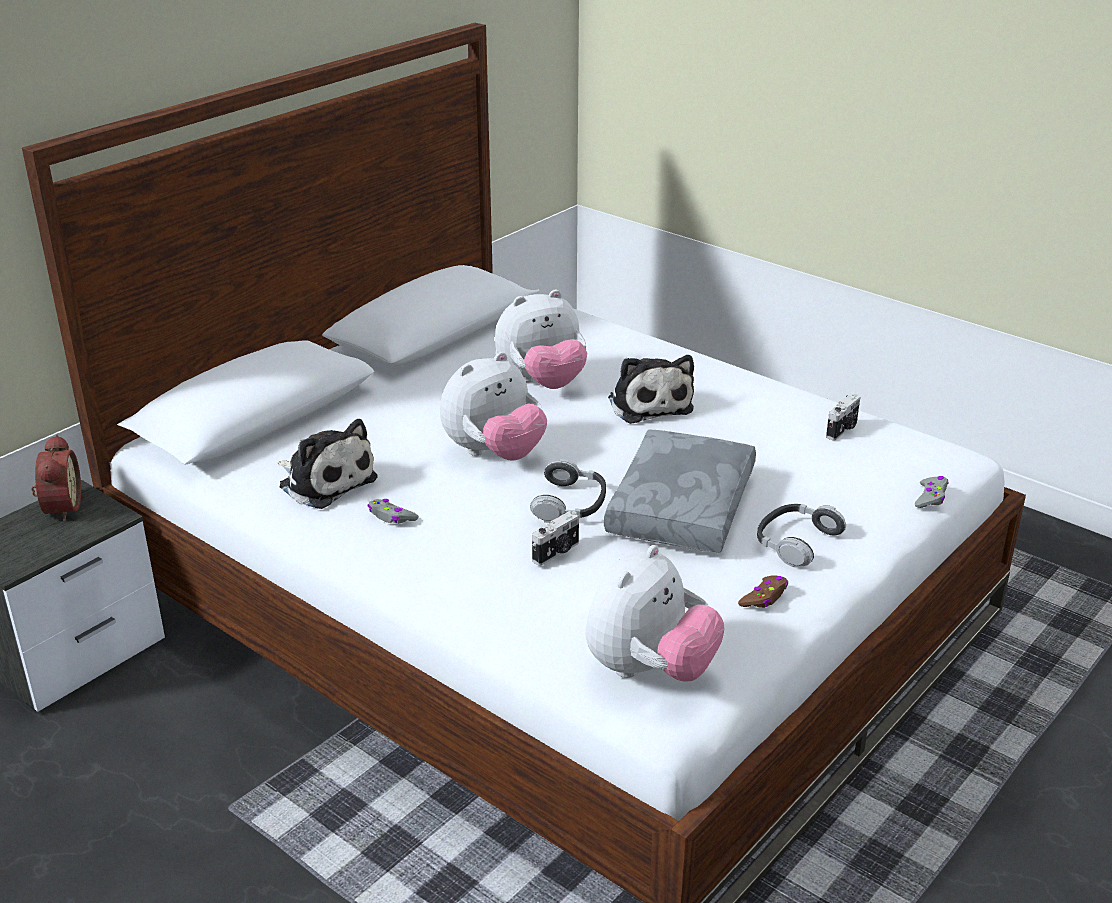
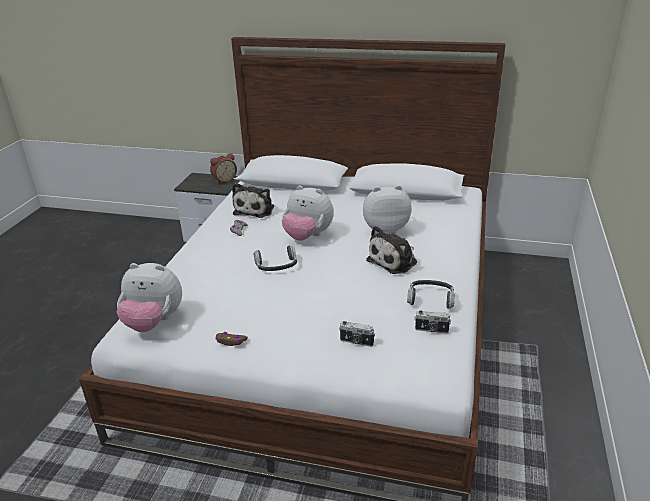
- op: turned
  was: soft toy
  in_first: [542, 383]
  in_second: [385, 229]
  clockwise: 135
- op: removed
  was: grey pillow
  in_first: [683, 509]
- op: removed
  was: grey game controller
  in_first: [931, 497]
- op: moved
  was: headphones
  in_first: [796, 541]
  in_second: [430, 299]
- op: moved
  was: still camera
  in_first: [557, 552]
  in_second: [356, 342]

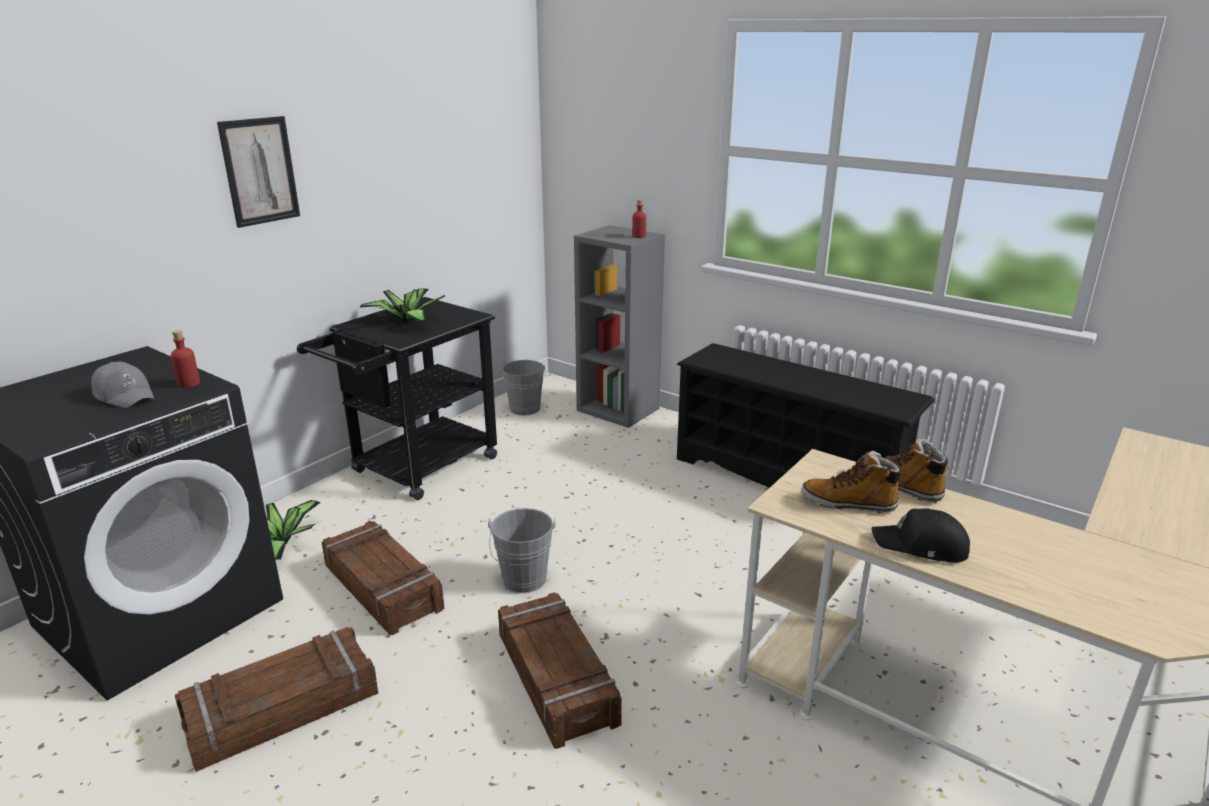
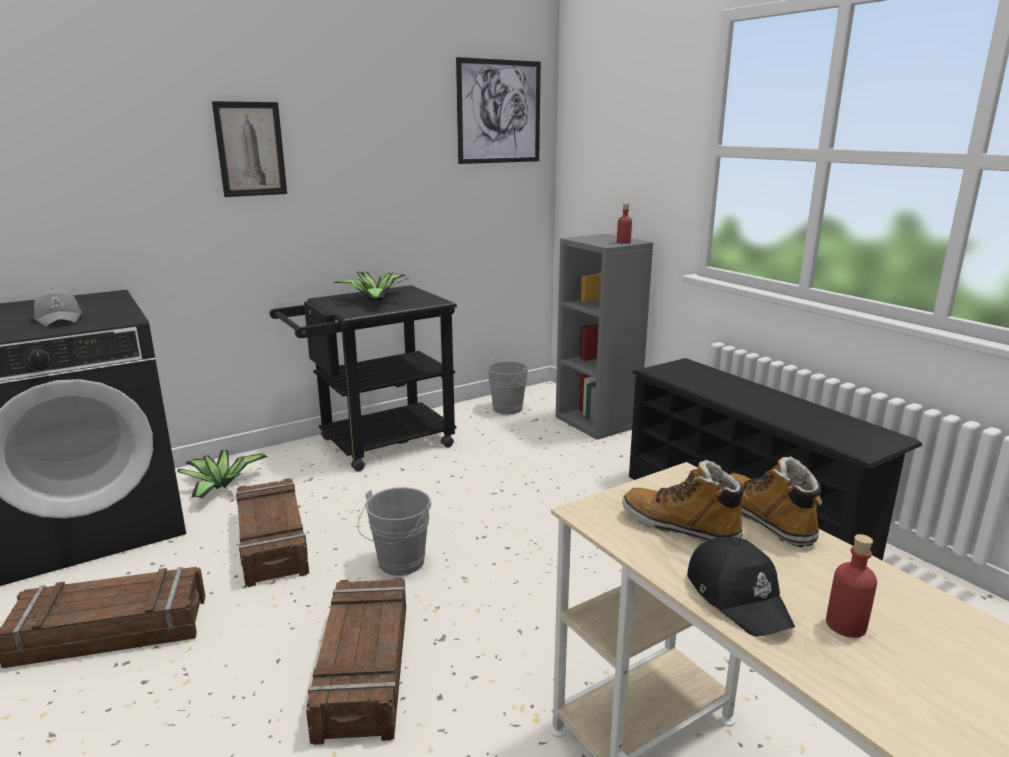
- op: moved
  was: reddish beverage bottle
  in_first: [189, 383]
  in_second: [846, 625]
- op: turned
  was: black cap
  in_first: [921, 546]
  in_second: [738, 596]
  clockwise: -150
- op: added
  now: wall picture
  in_second: [499, 112]

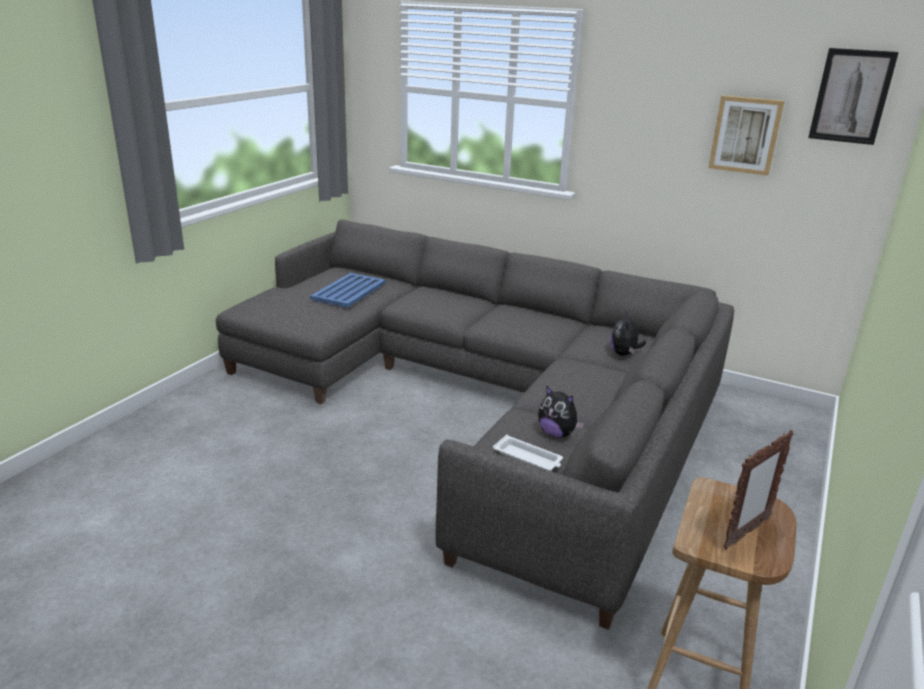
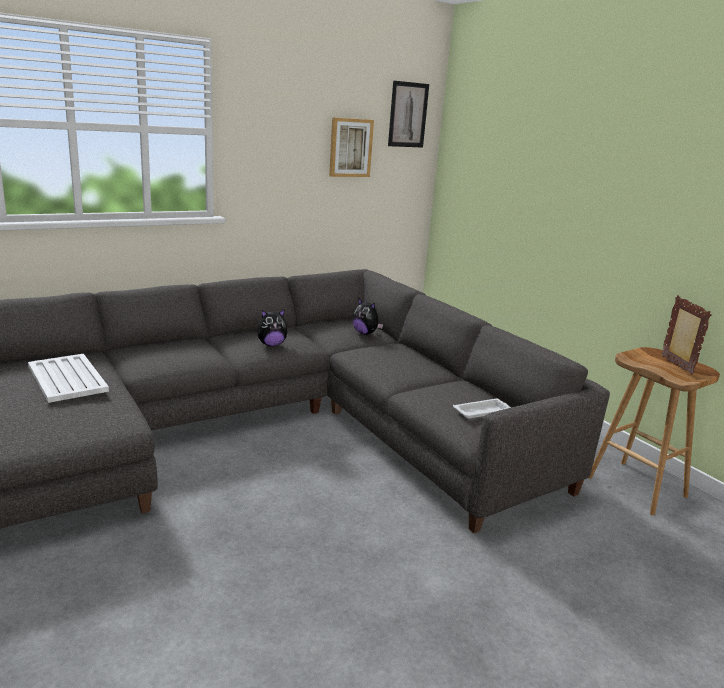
- op: recoloured
  was: blue-coloured tray
  now: white tray
  in_first: [348, 291]
  in_second: [67, 379]
- op: moved
  was: soft toy
  in_first: [557, 433]
  in_second: [271, 344]

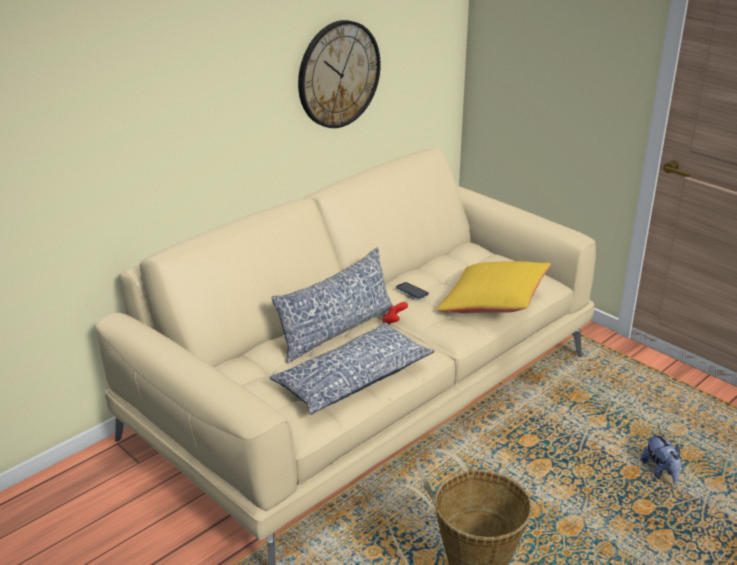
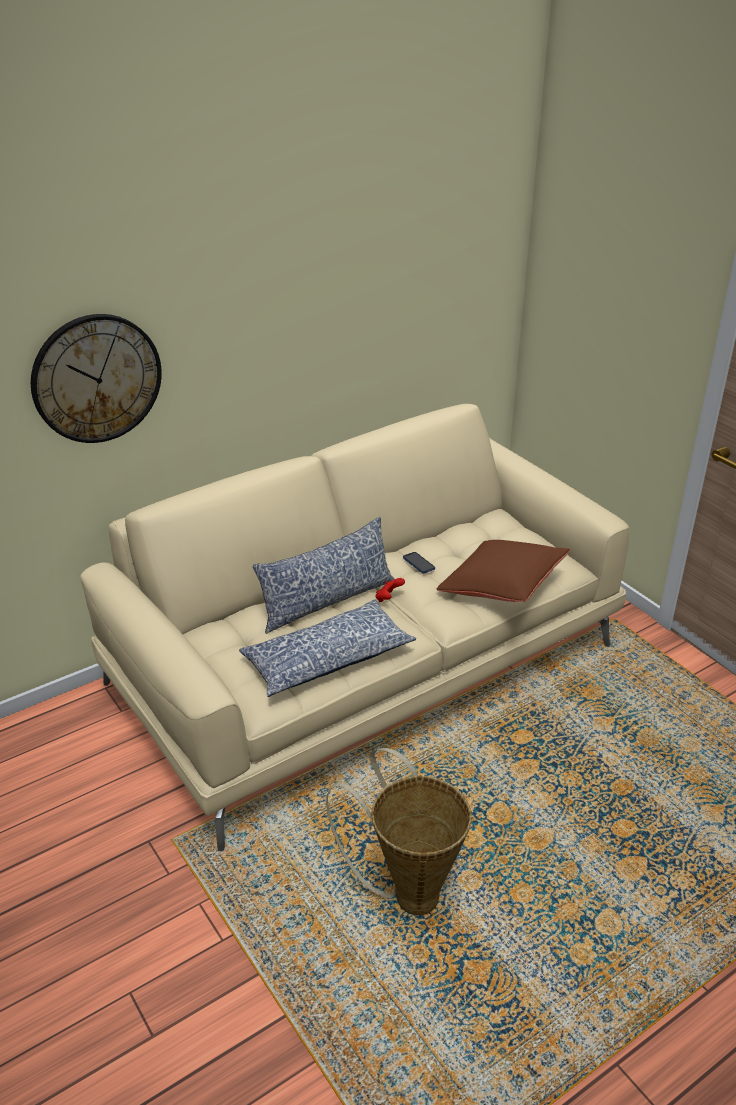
- op: moved
  was: wall clock
  in_first: [338, 74]
  in_second: [96, 378]
- op: recoloured
  was: yellow pillow
  now: brown pillow
  in_first: [493, 303]
  in_second: [502, 586]
- op: removed
  was: soft toy
  in_first: [660, 471]

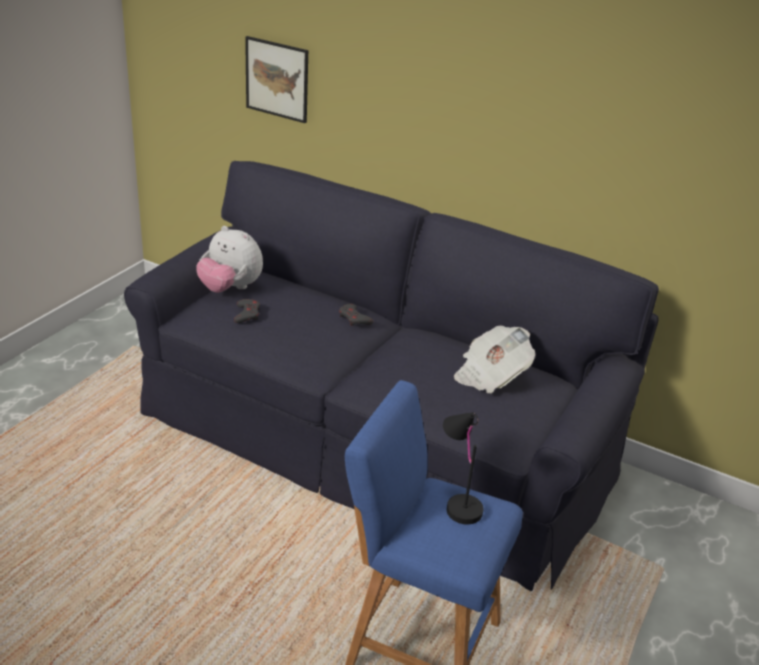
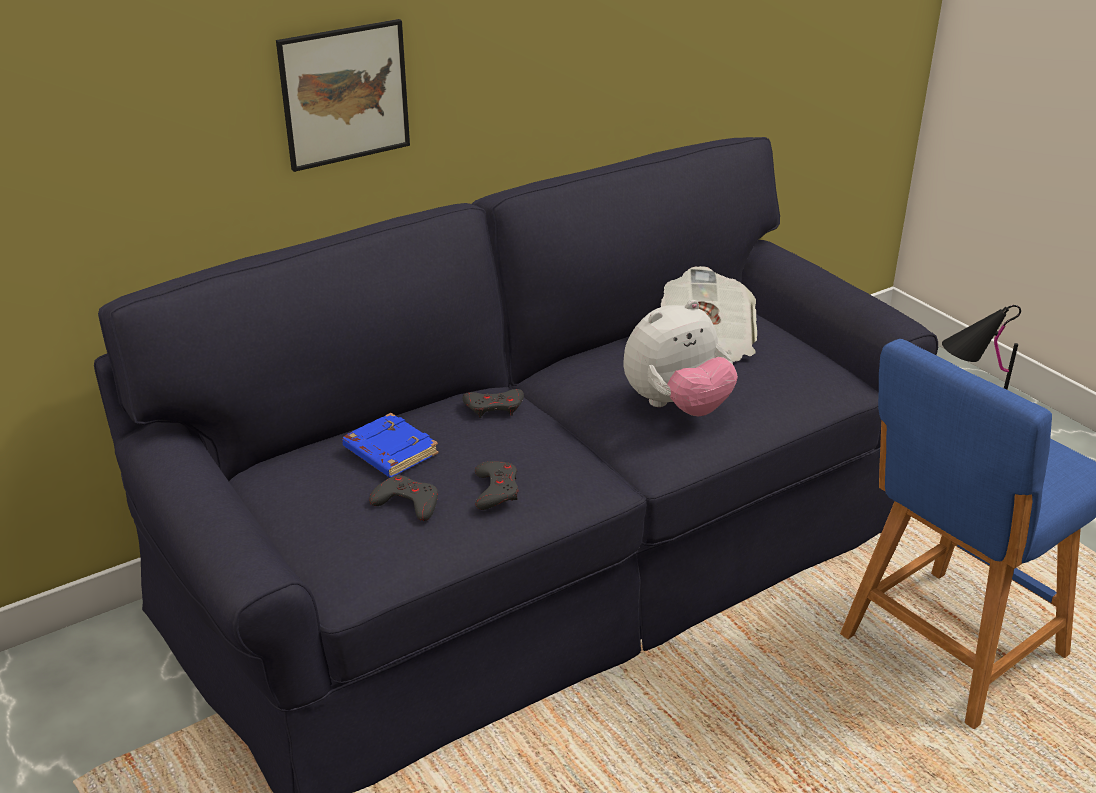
- op: moved
  was: wall picture
  in_first: [277, 79]
  in_second: [345, 94]
- op: moved
  was: soft toy
  in_first: [230, 288]
  in_second: [677, 406]
- op: added
  now: blue-coloured volume
  in_second: [389, 452]
- op: added
  now: grey game controller
  in_second: [496, 490]

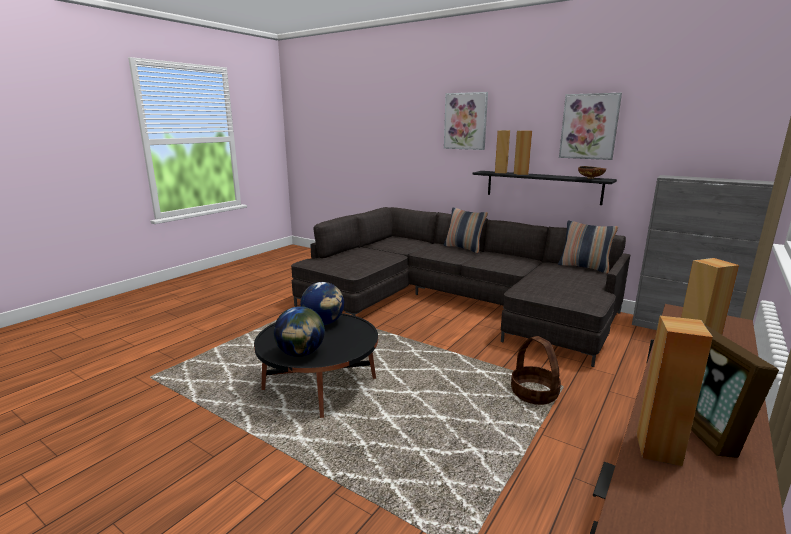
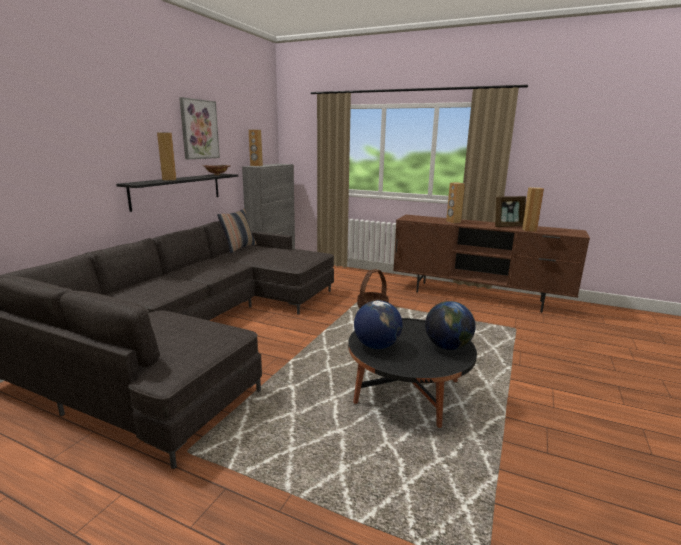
- op: removed
  was: wall picture
  in_first: [465, 121]
- op: moved
  was: brown audio speaker
  in_first: [500, 172]
  in_second: [256, 165]
- op: removed
  was: pillow
  in_first: [463, 248]

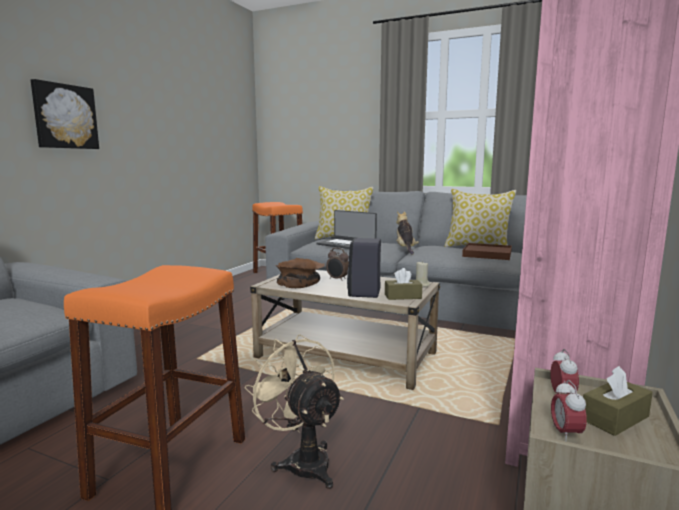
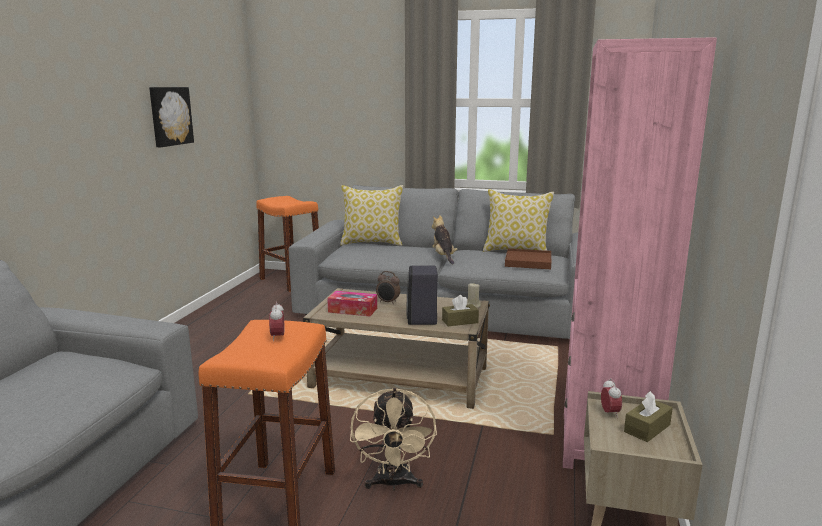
- op: moved
  was: wall picture
  in_first: [65, 116]
  in_second: [170, 116]
- op: removed
  was: laptop
  in_first: [346, 244]
- op: replaced
  was: brown serving bowl
  now: tissue box
  in_first: [300, 283]
  in_second: [352, 310]
- op: turned
  was: beige-coloured cooling fan
  in_first: [302, 460]
  in_second: [393, 484]
  clockwise: -135
- op: moved
  was: alarm clock
  in_first: [565, 434]
  in_second: [278, 337]

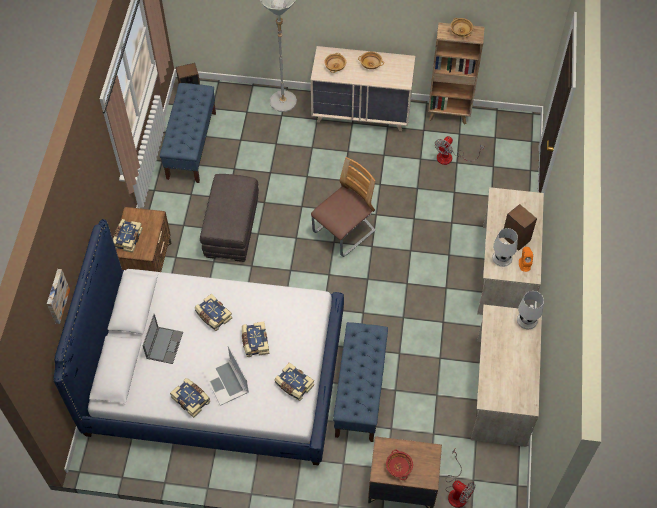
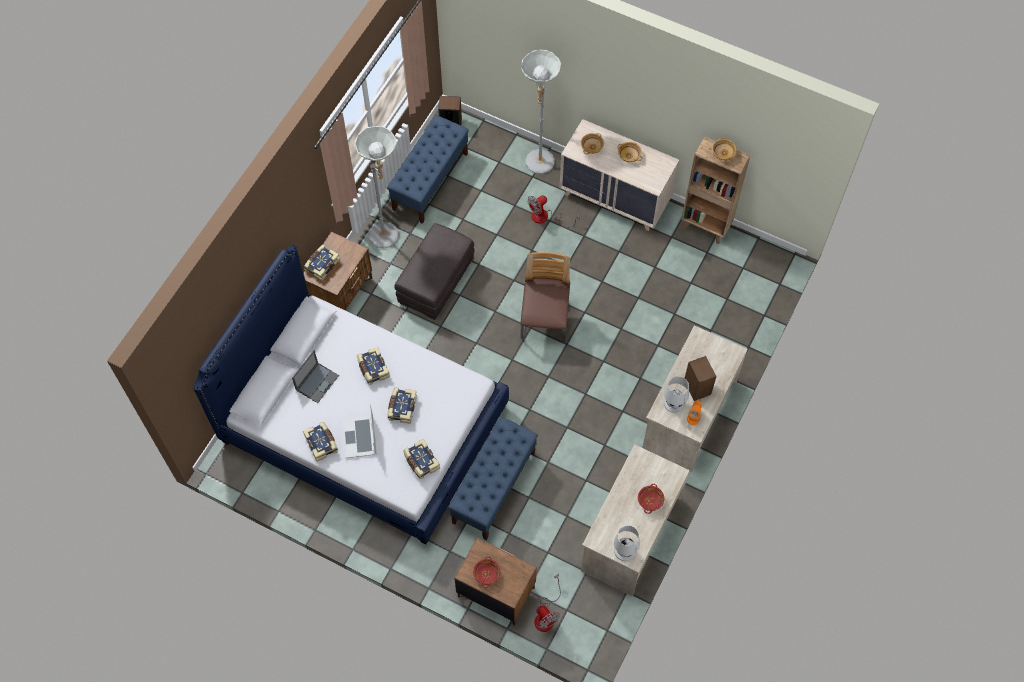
- op: moved
  was: cooling fan
  in_first: [450, 158]
  in_second: [546, 217]
- op: turned
  was: plain chair
  in_first: [344, 232]
  in_second: [544, 321]
  clockwise: -60
- op: removed
  was: wall picture
  in_first: [56, 296]
- op: moved
  was: white tabletop lamp
  in_first: [526, 320]
  in_second: [625, 550]
- op: added
  now: grey standard lamp
  in_second: [388, 239]
- op: added
  now: reddish serving bowl
  in_second: [650, 501]

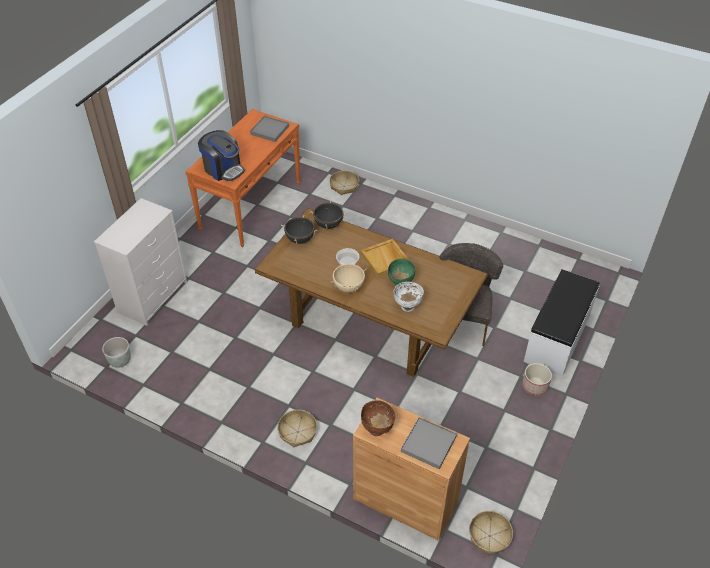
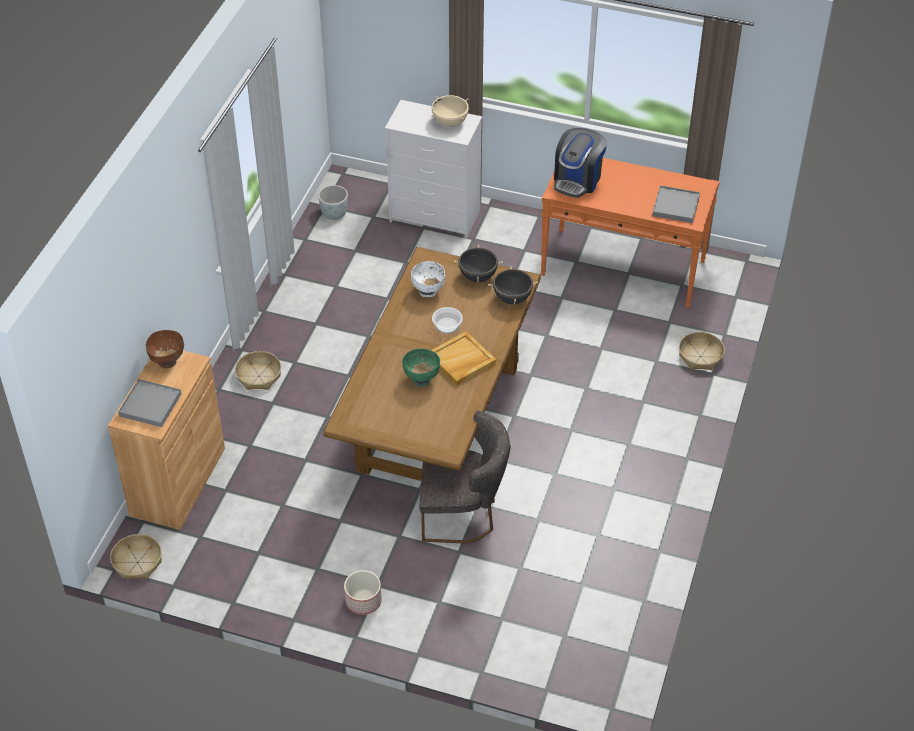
- op: moved
  was: beige-coloured saucepot
  in_first: [348, 287]
  in_second: [450, 123]
- op: removed
  was: white indoor bench
  in_first: [558, 338]
- op: moved
  was: white serving bowl
  in_first: [407, 306]
  in_second: [428, 291]

